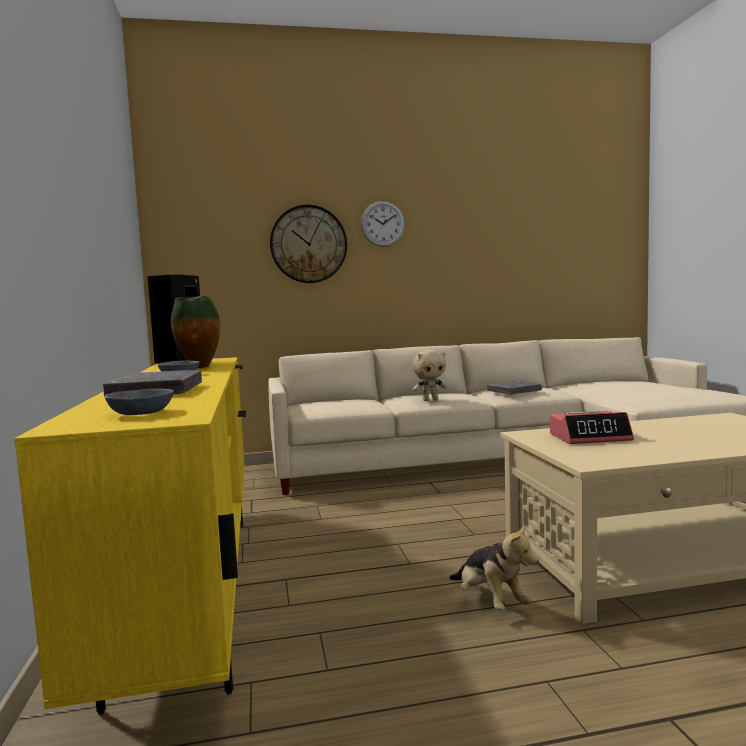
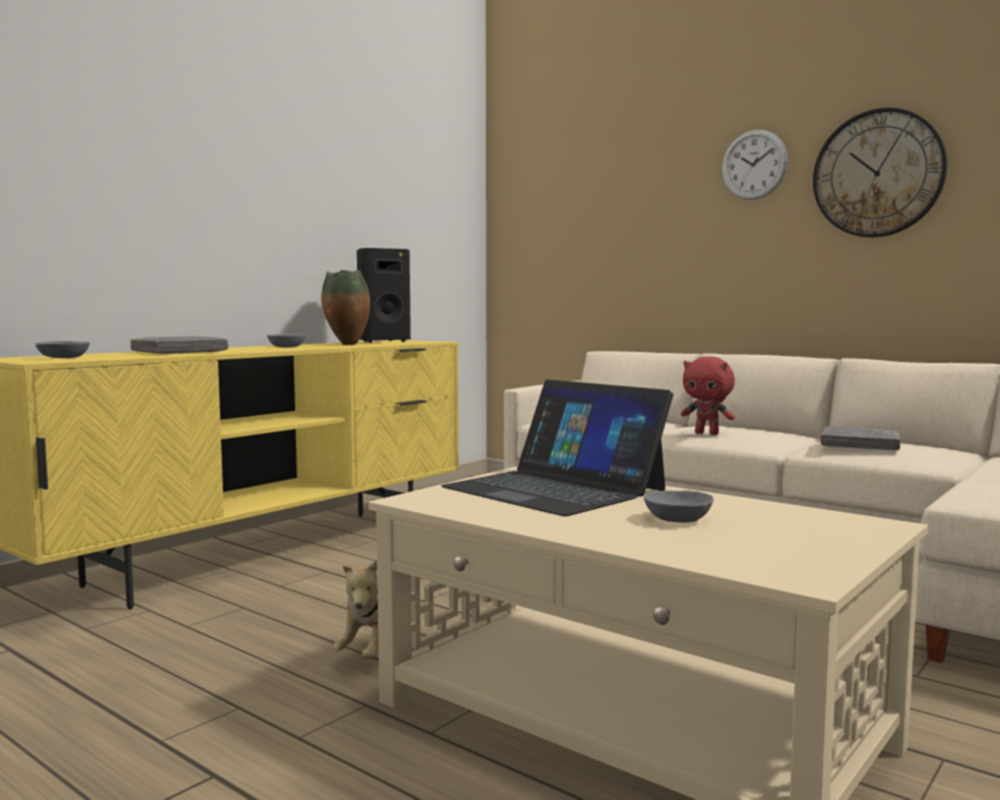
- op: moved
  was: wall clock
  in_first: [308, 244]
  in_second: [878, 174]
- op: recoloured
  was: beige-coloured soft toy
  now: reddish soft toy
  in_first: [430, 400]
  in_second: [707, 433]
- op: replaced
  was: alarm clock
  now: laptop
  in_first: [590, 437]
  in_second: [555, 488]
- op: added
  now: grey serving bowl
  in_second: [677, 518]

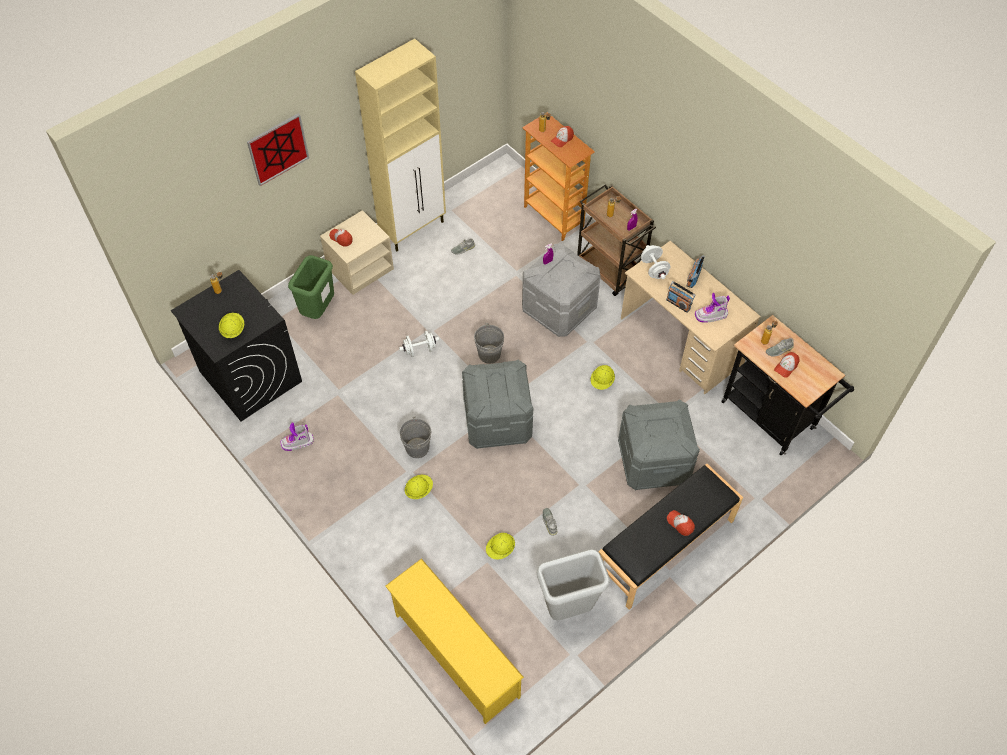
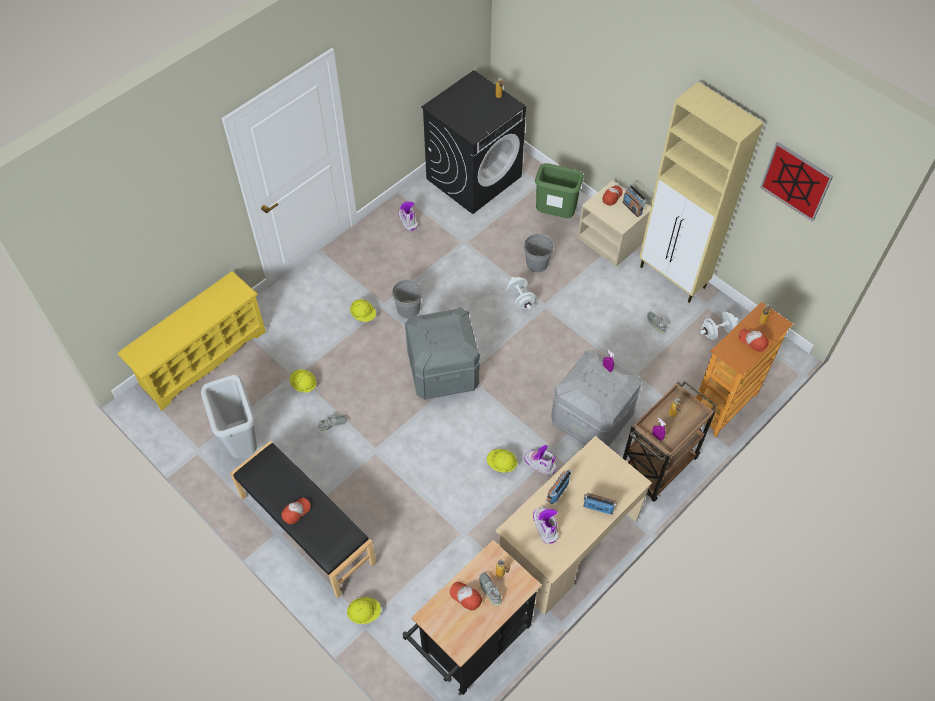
- op: moved
  was: wall picture
  in_first: [278, 149]
  in_second: [796, 181]
- op: moved
  was: white dumbbell
  in_first: [654, 269]
  in_second: [717, 332]
- op: moved
  was: yellow safety helmet
  in_first: [233, 330]
  in_second: [364, 613]
- op: moved
  was: grey bucket
  in_first: [489, 354]
  in_second: [537, 263]
- op: removed
  was: grey storage box
  in_first: [653, 462]
- op: added
  now: radio
  in_second: [632, 208]
- op: added
  now: boot
  in_second: [540, 464]

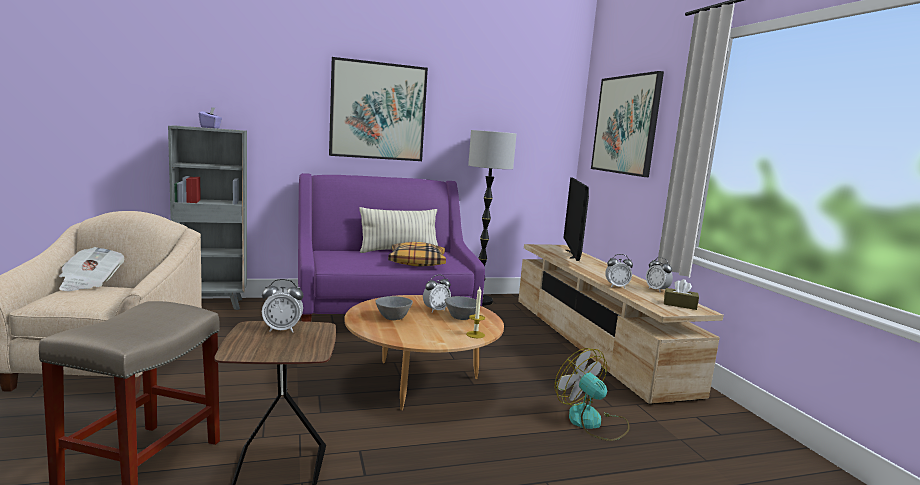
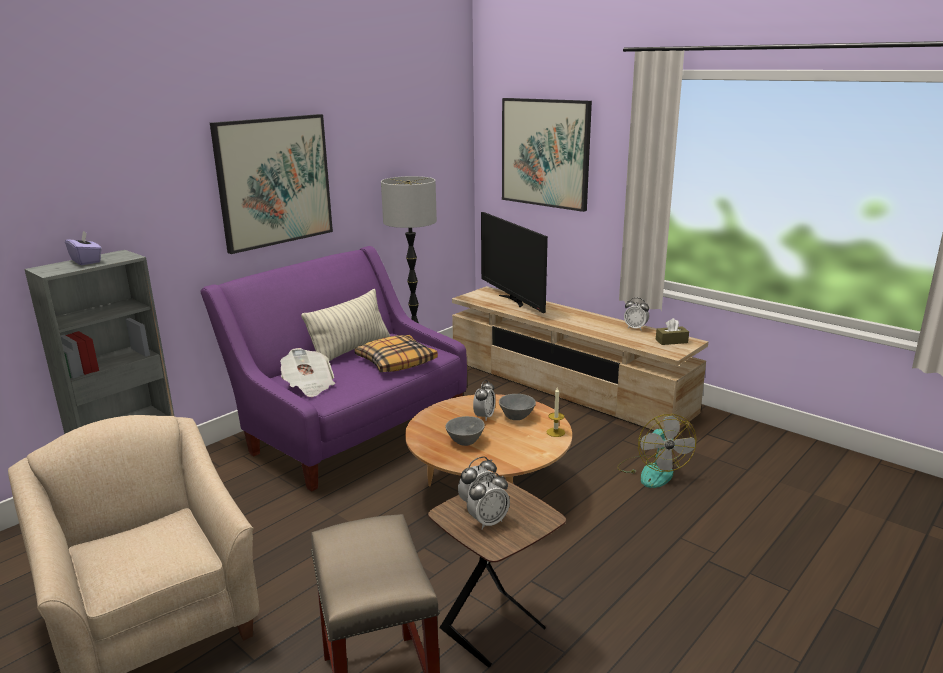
- op: moved
  was: printed paper
  in_first: [90, 283]
  in_second: [309, 385]
- op: moved
  was: alarm clock
  in_first: [616, 286]
  in_second: [488, 522]
- op: turned
  was: cooling fan
  in_first: [592, 422]
  in_second: [652, 471]
  clockwise: -120

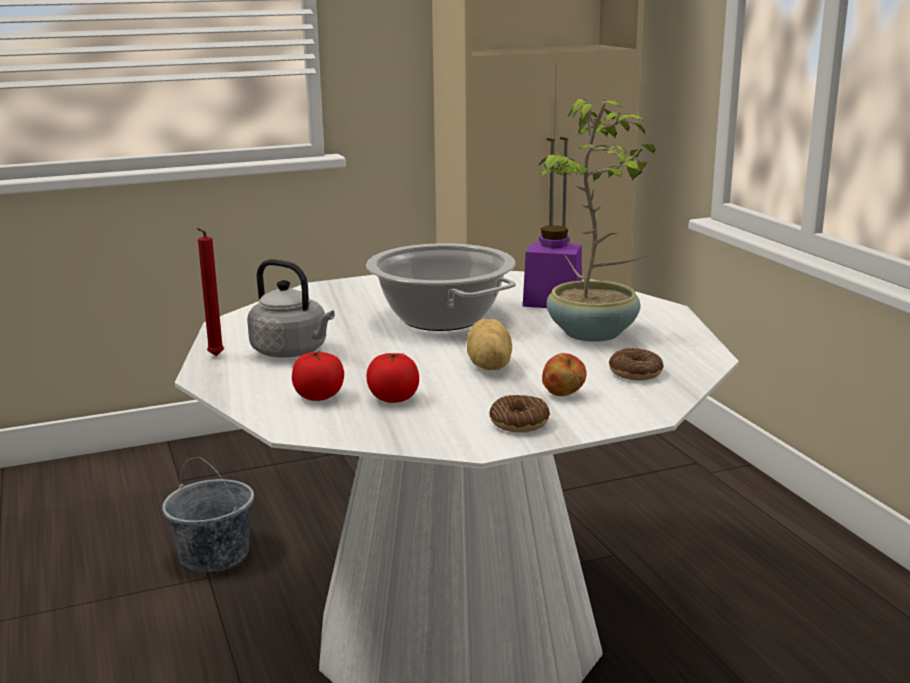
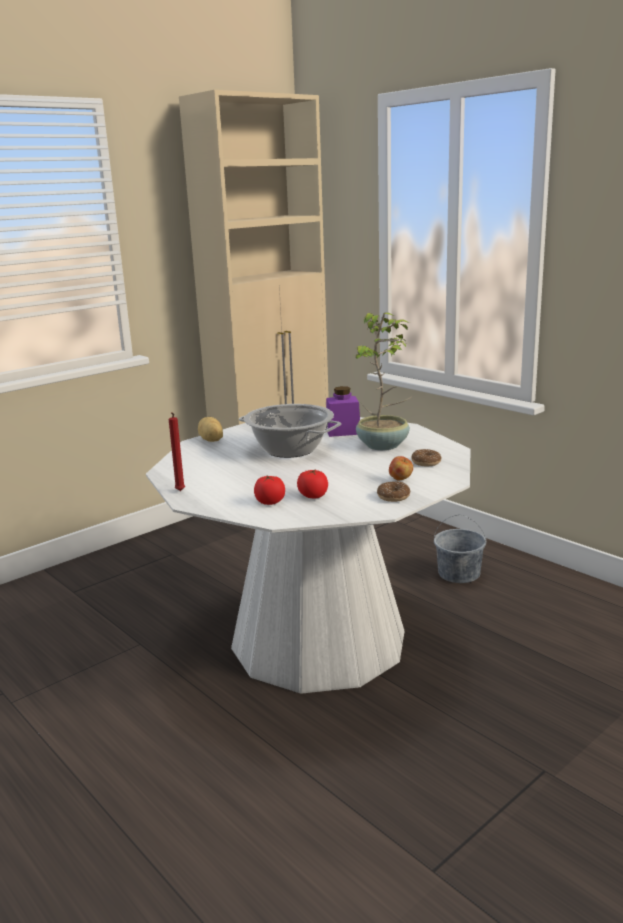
- op: removed
  was: grey tea kettle
  in_first: [292, 352]
- op: moved
  was: potato
  in_first: [487, 367]
  in_second: [211, 440]
- op: moved
  was: grey bucket
  in_first: [214, 554]
  in_second: [459, 574]

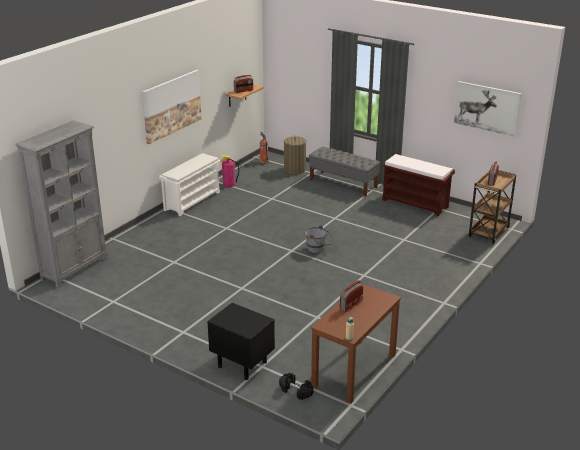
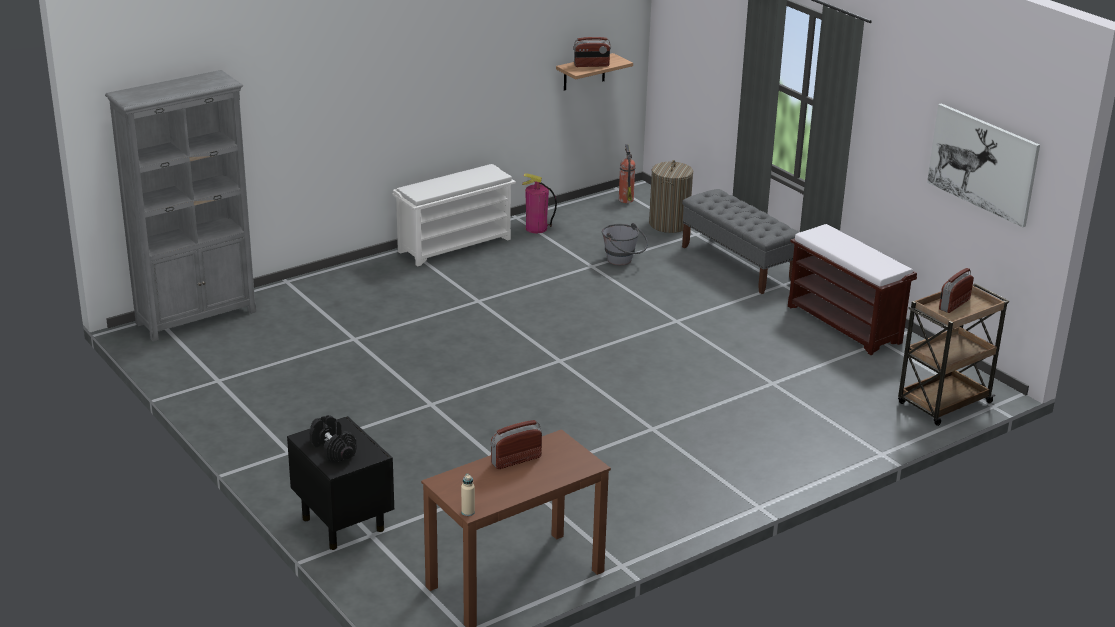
- op: removed
  was: wall picture
  in_first: [171, 105]
- op: moved
  was: grey bucket
  in_first: [318, 250]
  in_second: [623, 261]
- op: moved
  was: black dumbbell
  in_first: [295, 391]
  in_second: [332, 449]

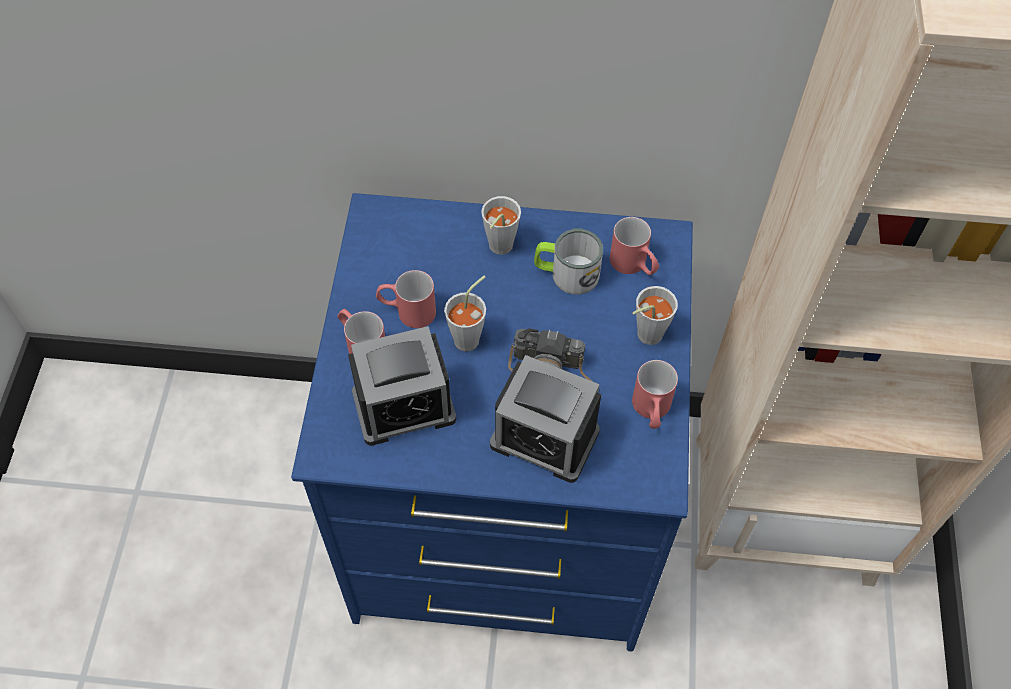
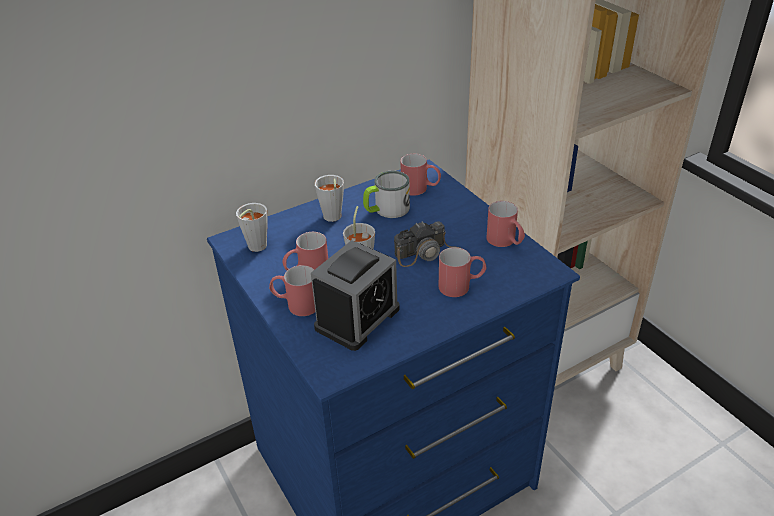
- op: moved
  was: grey cup
  in_first: [644, 336]
  in_second: [255, 248]
- op: replaced
  was: alarm clock
  now: reddish tea mug
  in_first: [544, 438]
  in_second: [461, 286]

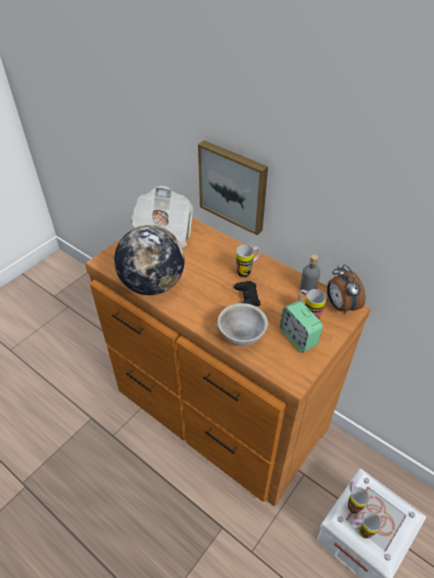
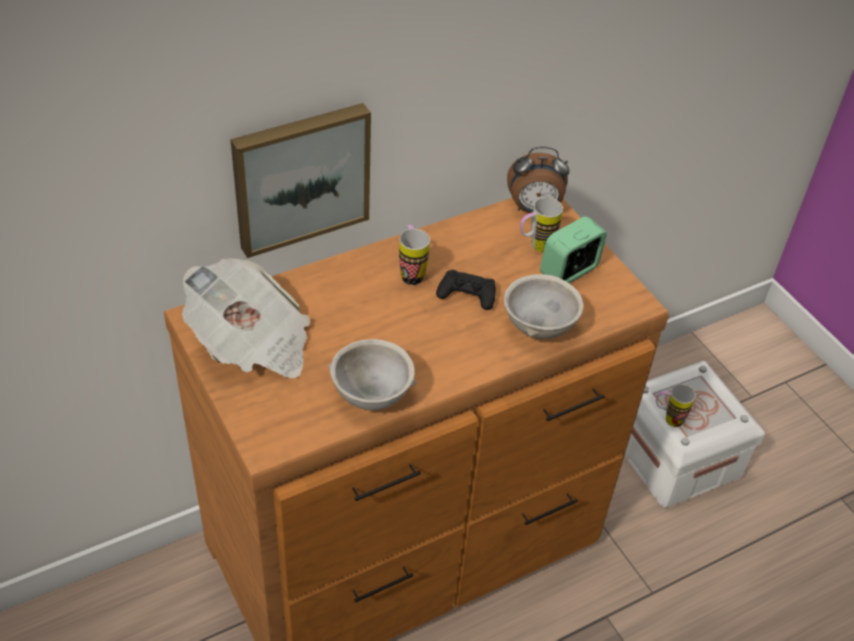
- op: replaced
  was: world globe
  now: grey serving bowl
  in_first: [152, 284]
  in_second: [371, 394]
- op: removed
  was: grey beverage bottle
  in_first: [308, 289]
- op: turned
  was: alarm clock
  in_first: [298, 337]
  in_second: [569, 272]
  clockwise: 150
- op: removed
  was: tea mug
  in_first: [360, 531]

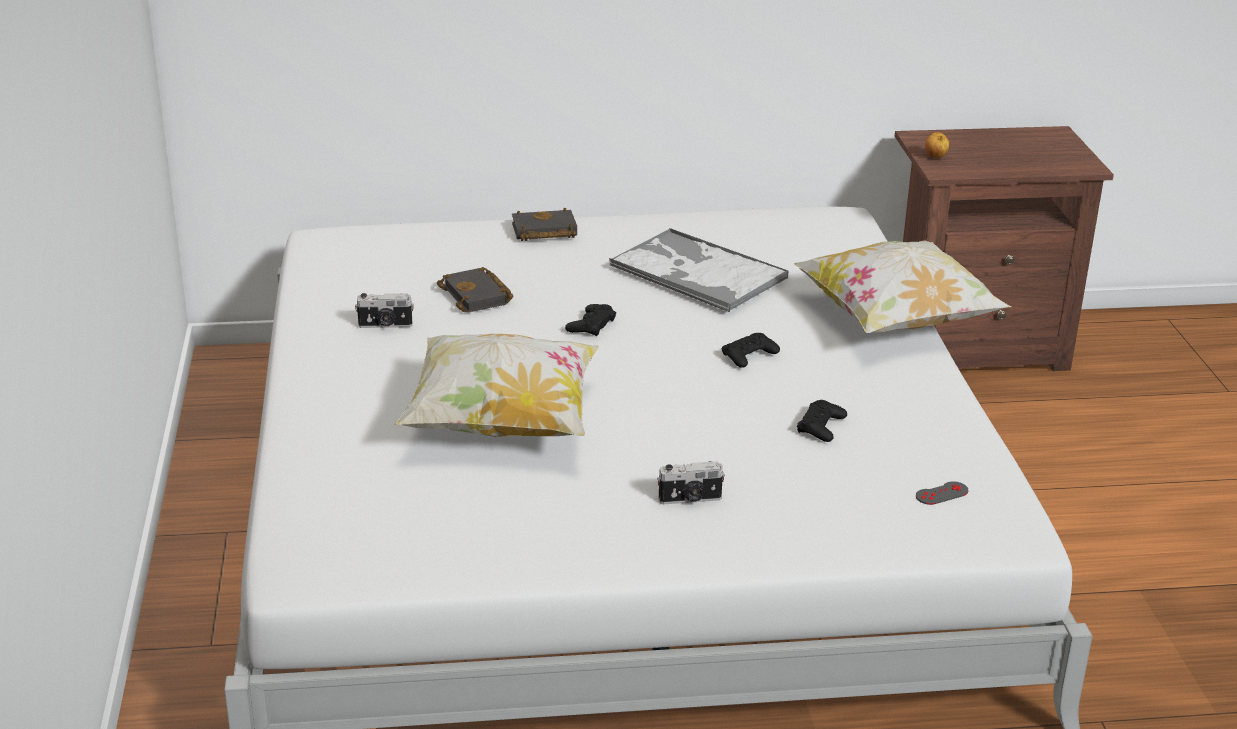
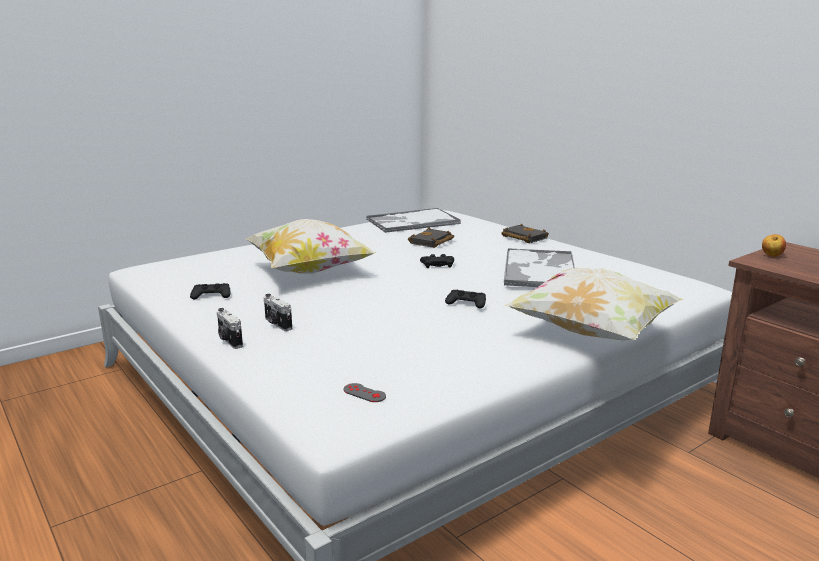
- op: moved
  was: still camera
  in_first: [385, 325]
  in_second: [229, 340]
- op: moved
  was: black game controller
  in_first: [821, 426]
  in_second: [211, 295]
- op: added
  now: tray
  in_second: [412, 222]

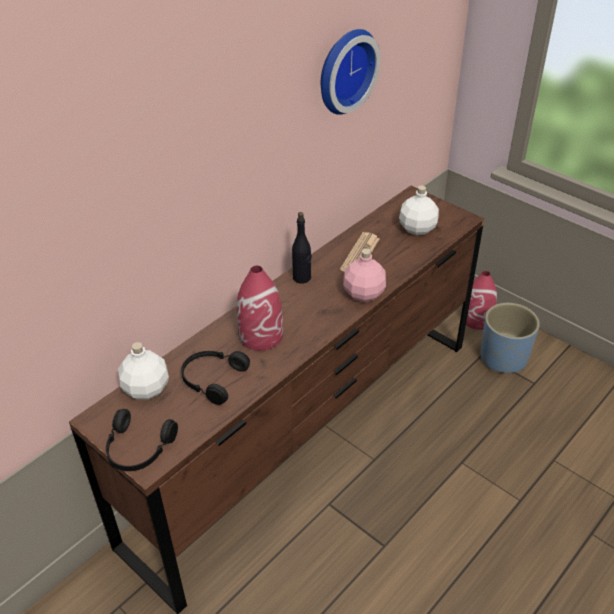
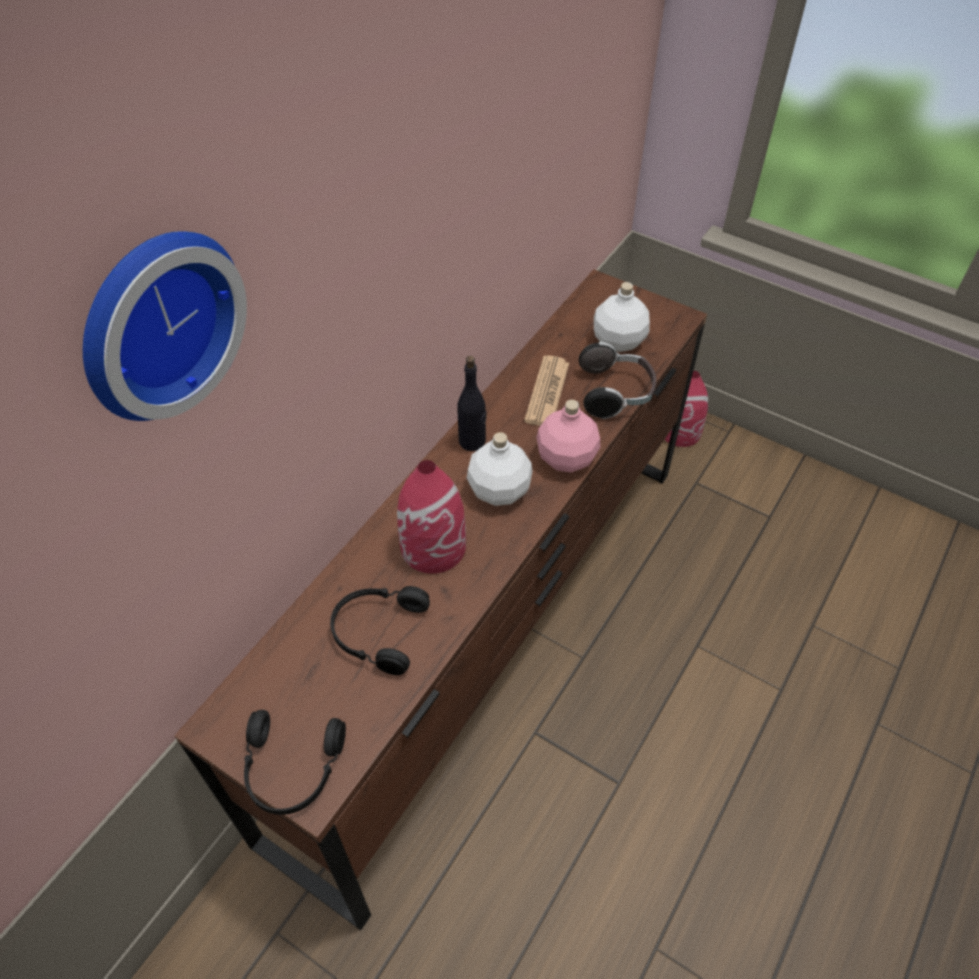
- op: moved
  was: wall clock
  in_first: [343, 70]
  in_second: [154, 322]
- op: removed
  was: blue-coloured plant pot
  in_first: [503, 358]
- op: moved
  was: white beverage bottle
  in_first: [147, 389]
  in_second: [500, 490]
- op: added
  now: headphones
  in_second: [616, 393]

